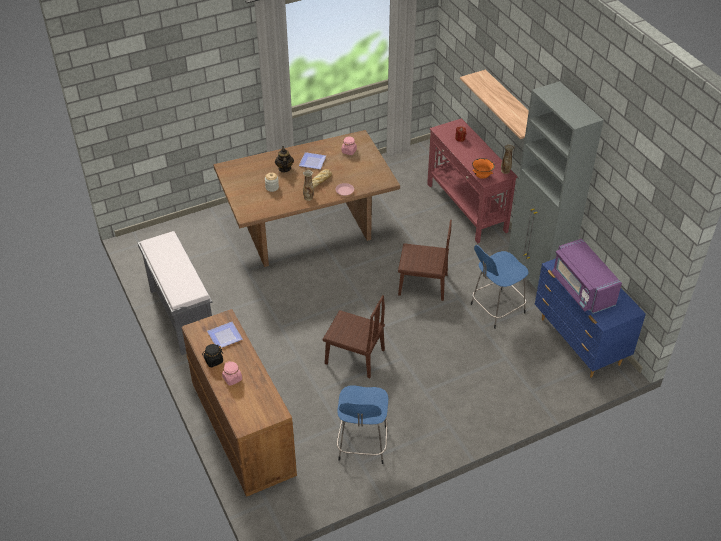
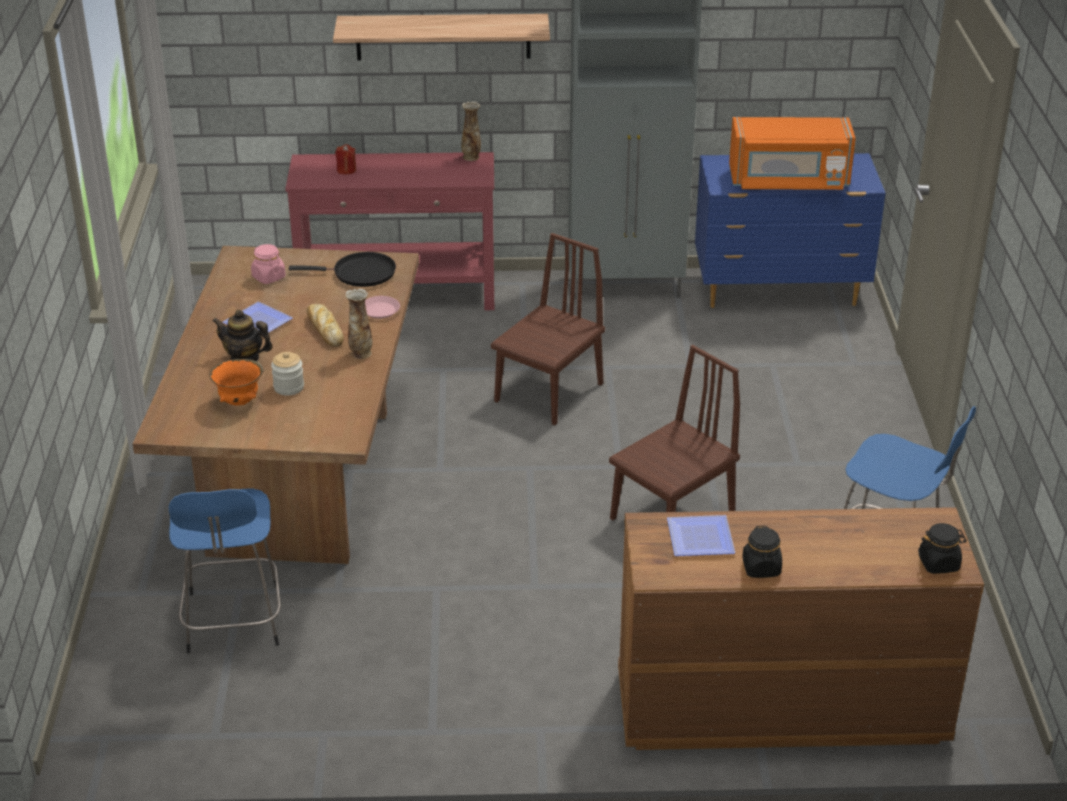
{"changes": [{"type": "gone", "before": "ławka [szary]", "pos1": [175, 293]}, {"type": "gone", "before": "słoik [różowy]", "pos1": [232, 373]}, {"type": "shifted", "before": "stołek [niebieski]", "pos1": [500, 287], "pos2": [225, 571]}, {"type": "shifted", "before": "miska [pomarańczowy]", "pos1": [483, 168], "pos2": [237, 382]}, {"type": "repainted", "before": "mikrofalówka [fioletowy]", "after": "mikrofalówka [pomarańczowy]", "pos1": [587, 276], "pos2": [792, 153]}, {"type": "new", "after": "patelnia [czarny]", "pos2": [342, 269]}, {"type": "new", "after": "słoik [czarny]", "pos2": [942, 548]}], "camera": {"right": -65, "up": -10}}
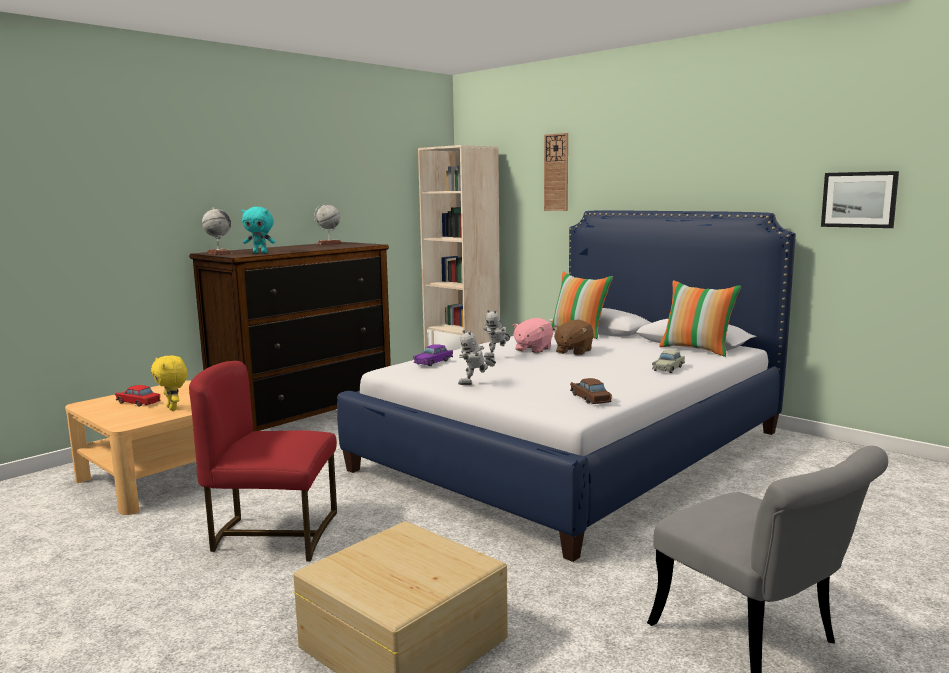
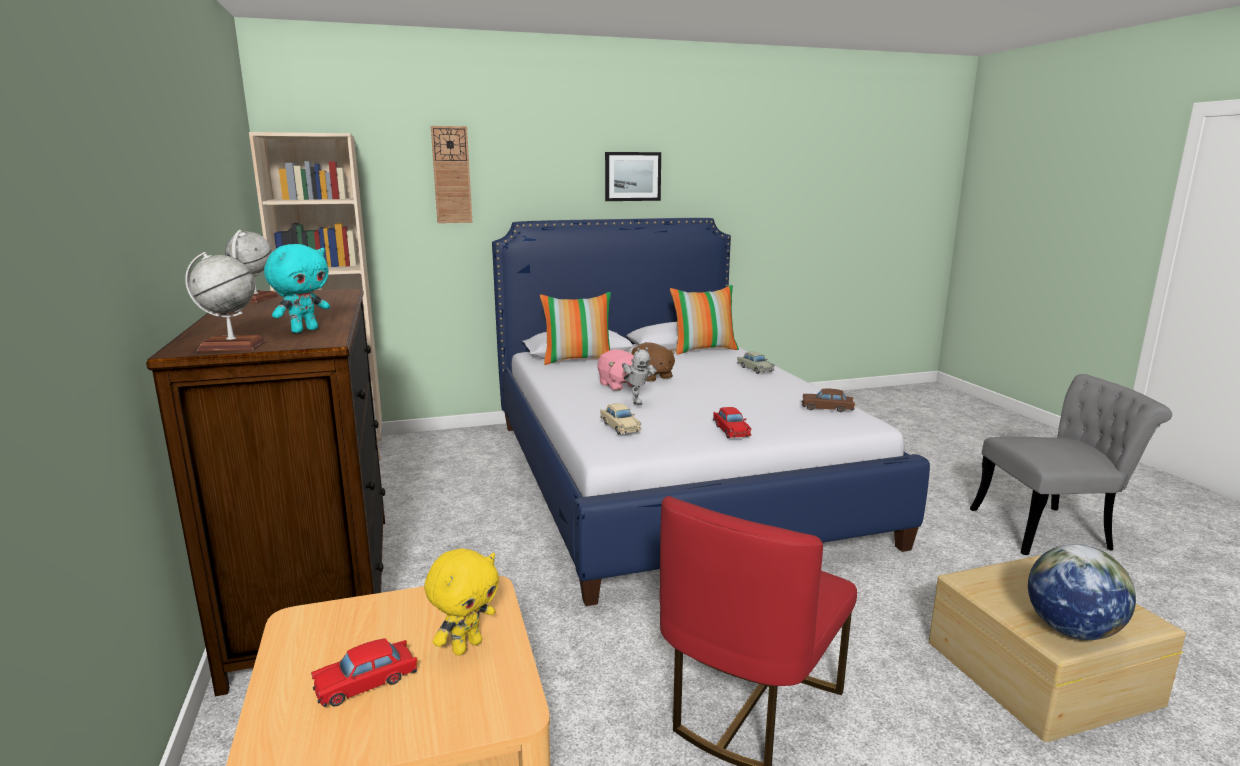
{"changes": [{"type": "rotated", "before": "pluszak [żółty]", "pos1": [169, 383], "pos2": [461, 602], "turn": -45}, {"type": "repainted", "before": "samochodzik [fioletowy]", "after": "samochodzik [beżowy]", "pos1": [433, 355], "pos2": [620, 418]}, {"type": "swapped", "before": "robot zabawkowy", "after": "samochodzik [czerwony]", "pos1": [477, 357], "pos2": [732, 422]}, {"type": "shifted", "before": "obraz", "pos1": [860, 199], "pos2": [633, 176]}, {"type": "new", "after": "globus", "pos2": [1082, 592]}], "camera": {"right": -60, "up": 5}}
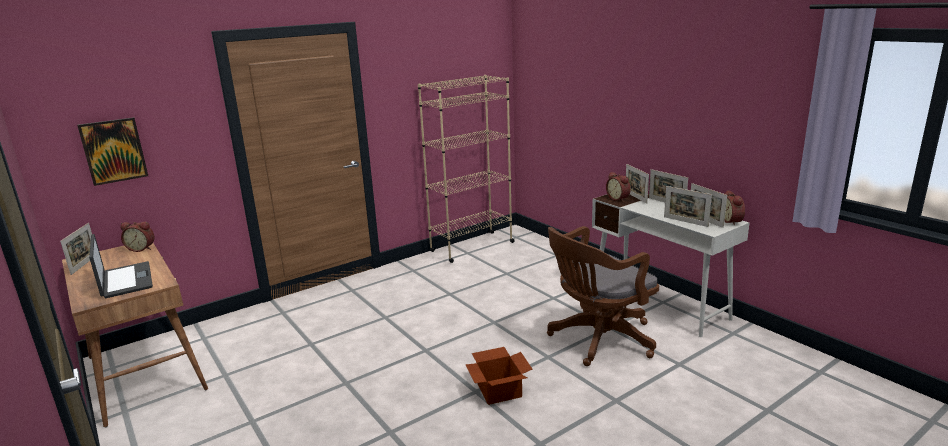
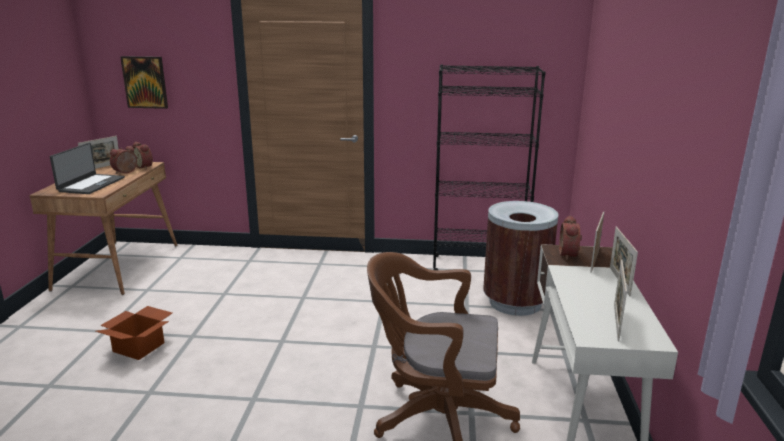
{"changes": [{"type": "repainted", "before": "regał [beżowy]", "after": "regał [czarny]", "pos1": [466, 169], "pos2": [489, 167]}, {"type": "shifted", "before": "karton", "pos1": [499, 376], "pos2": [133, 333]}, {"type": "gone", "before": "ramka na zdjęcie", "pos1": [688, 206]}, {"type": "shifted", "before": "budzik", "pos1": [734, 208], "pos2": [123, 160]}, {"type": "new", "after": "kosz na śmieci [brązowy]", "pos2": [521, 258]}], "camera": {"right": 40, "up": 0}}
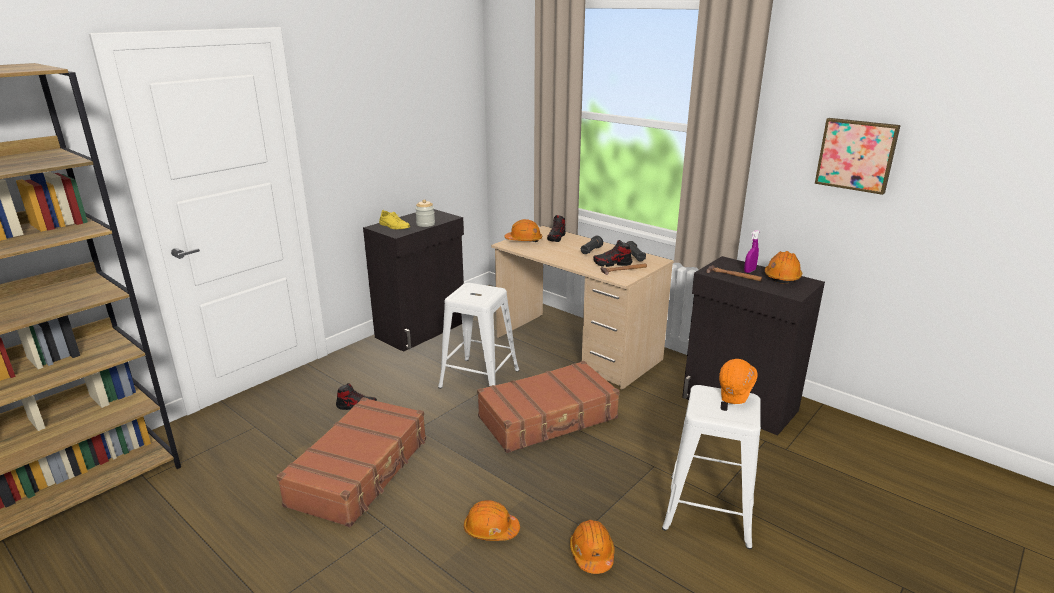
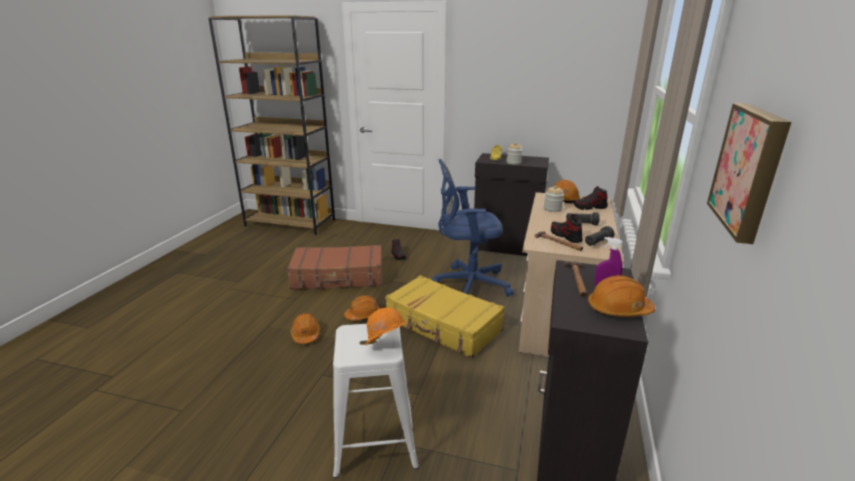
{"changes": [{"type": "swapped", "before": "stołek [biały]", "after": "krzesło biurowe [niebieski]", "pos1": [478, 336], "pos2": [472, 227]}, {"type": "repainted", "before": "walizka [brązowy]", "after": "walizka [żółty]", "pos1": [548, 407], "pos2": [445, 317]}, {"type": "shifted", "before": "kask [pomarańczowy]", "pos1": [592, 547], "pos2": [362, 307]}, {"type": "new", "after": "słoik", "pos2": [554, 199]}], "camera": {"right": 65, "up": 0}}
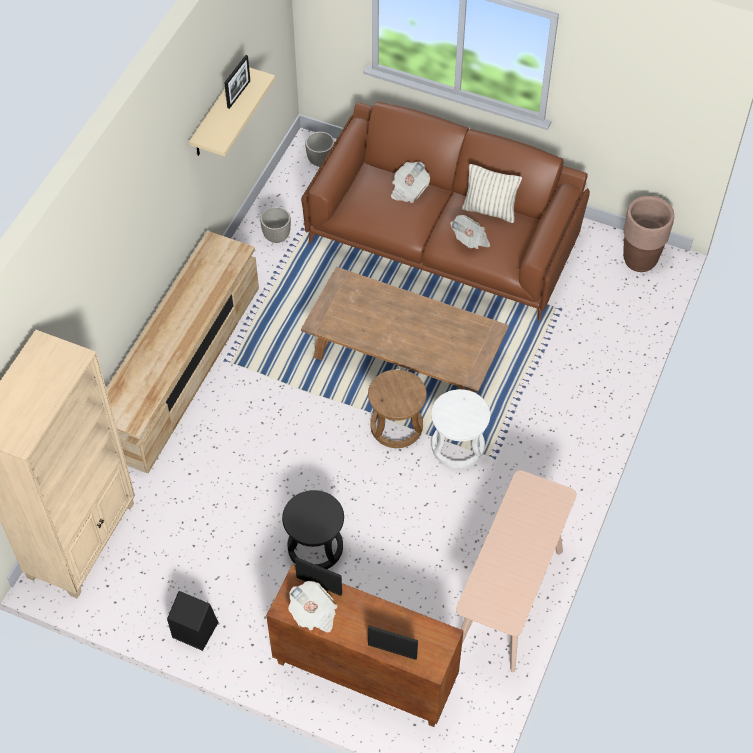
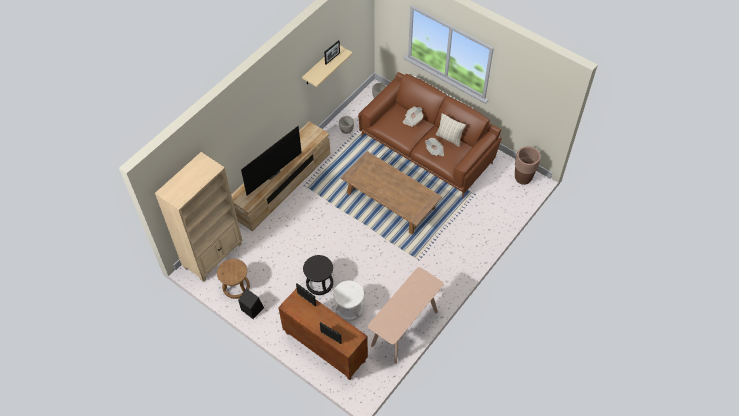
{"changes": [{"type": "gone", "before": "gazeta", "pos1": [312, 607]}, {"type": "shifted", "before": "stołek [brązowy]", "pos1": [397, 408], "pos2": [233, 279]}, {"type": "shifted", "before": "stołek [biały]", "pos1": [460, 429], "pos2": [348, 301]}, {"type": "new", "after": "telewizor", "pos2": [271, 161]}], "camera": {"right": 15, "up": 0}}
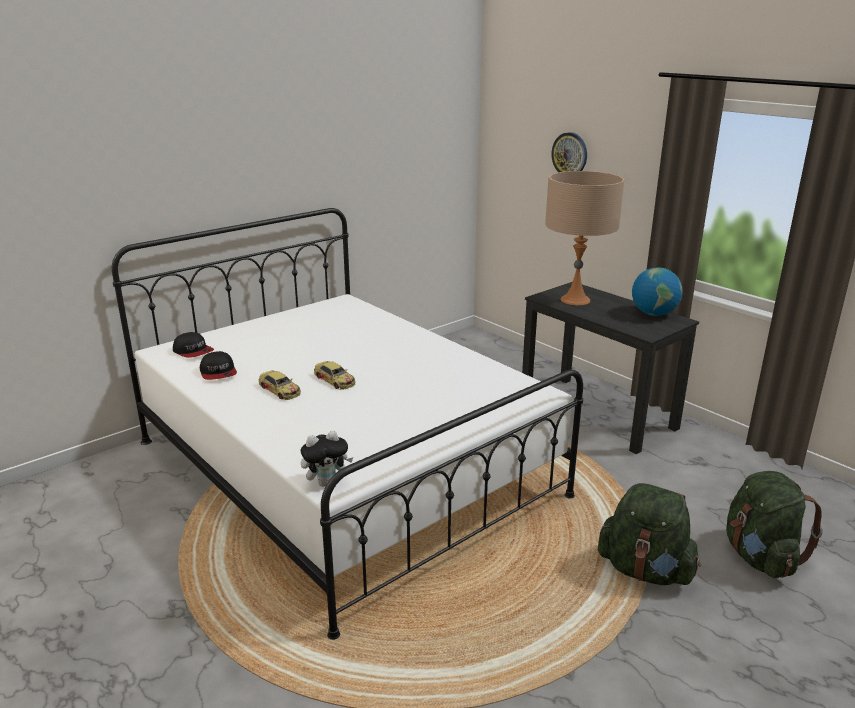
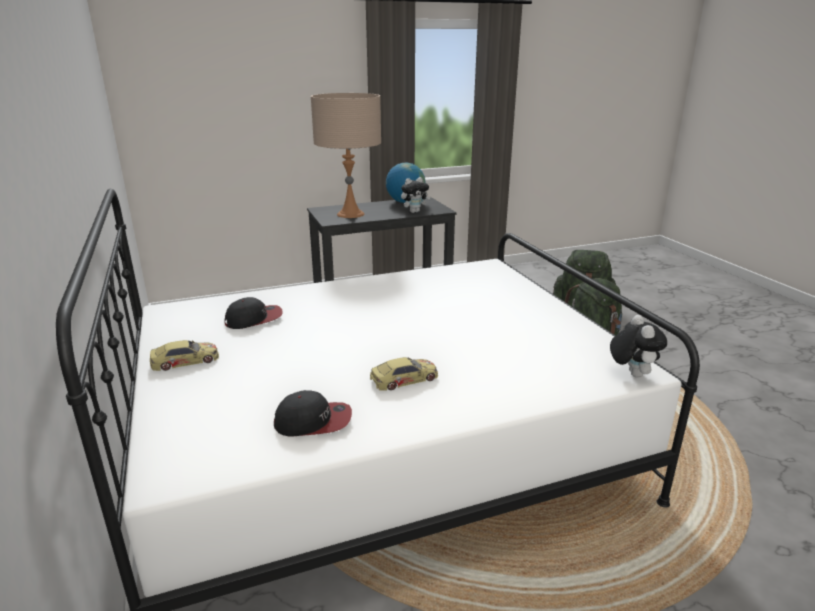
{"changes": [{"type": "shifted", "before": "czapka z daszkiem", "pos1": [193, 345], "pos2": [253, 313]}, {"type": "shifted", "before": "samochodzik", "pos1": [334, 375], "pos2": [184, 355]}, {"type": "gone", "before": "zegar ścienny", "pos1": [569, 152]}, {"type": "new", "after": "pluszak", "pos2": [415, 195]}], "camera": {"right": -70, "up": 0}}
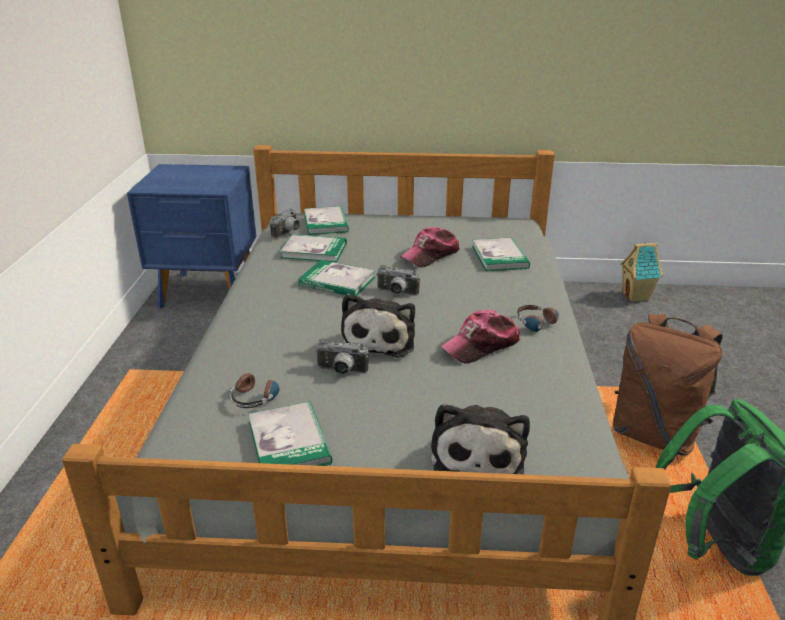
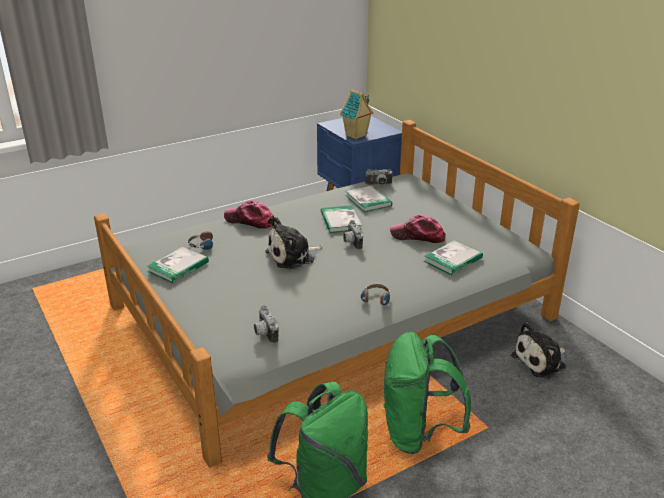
{"changes": [{"type": "gone", "before": "książka", "pos1": [326, 220]}, {"type": "shifted", "before": "aparat fotograficzny", "pos1": [342, 356], "pos2": [266, 324]}, {"type": "shifted", "before": "pluszak", "pos1": [480, 439], "pos2": [538, 350]}, {"type": "shifted", "before": "czapka z daszkiem", "pos1": [480, 337], "pos2": [249, 215]}, {"type": "repainted", "before": "plecak [brązowy]", "after": "plecak [zielony]", "pos1": [668, 385], "pos2": [427, 393]}, {"type": "shifted", "before": "domek", "pos1": [641, 272], "pos2": [356, 115]}], "camera": {"right": 55, "up": 0}}
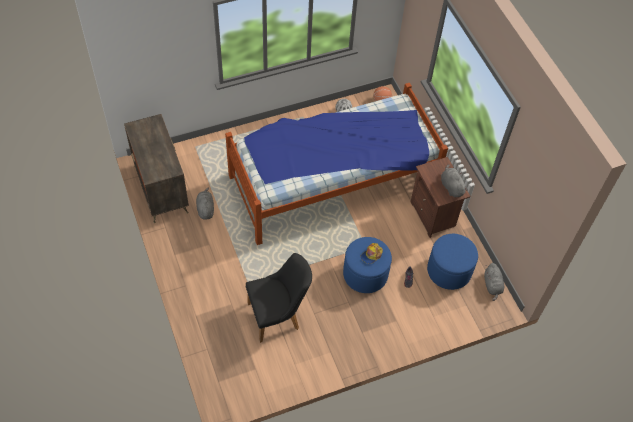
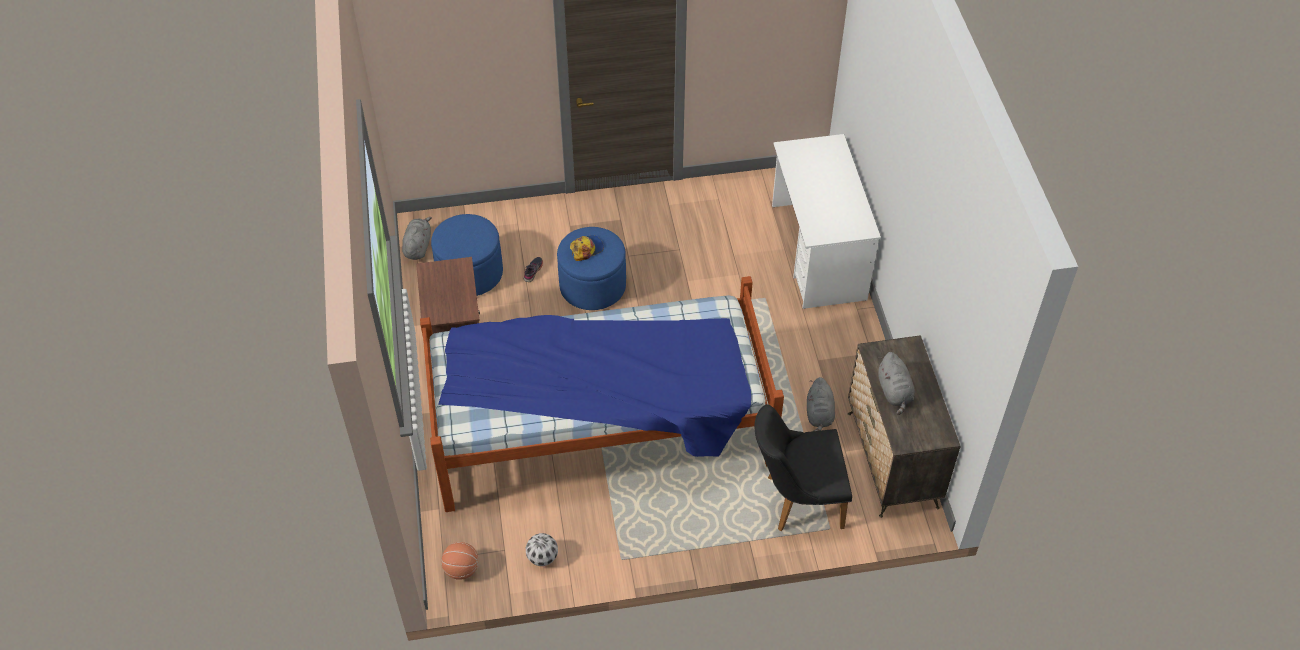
{"changes": [{"type": "shifted", "before": "krzesło [czarny]", "pos1": [279, 298], "pos2": [803, 467]}, {"type": "shifted", "before": "pluszak [szary]", "pos1": [454, 180], "pos2": [896, 383]}, {"type": "new", "after": "biurko [biały]", "pos2": [826, 221]}], "camera": {"right": -165, "up": -5}}
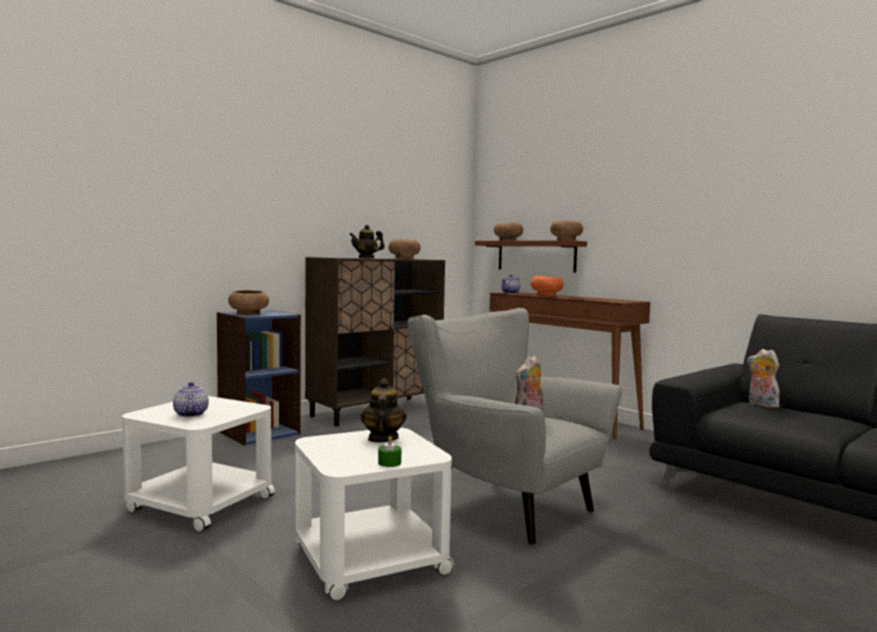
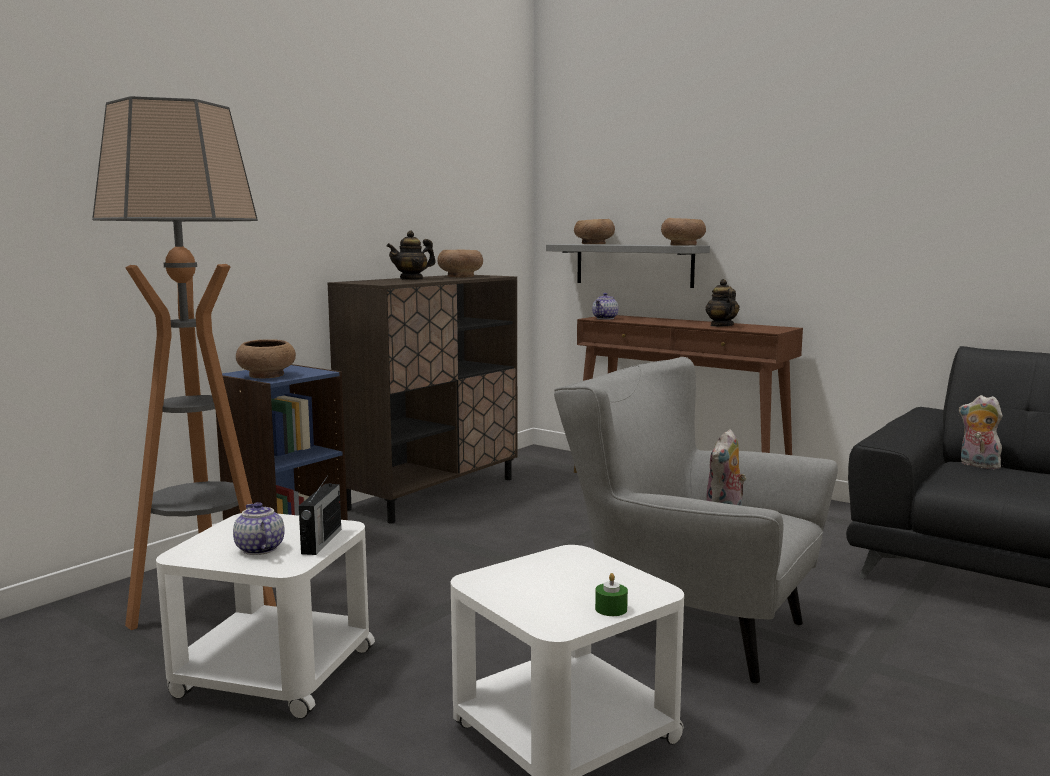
{"changes": [{"type": "shifted", "before": "imbryk", "pos1": [383, 410], "pos2": [722, 303]}, {"type": "repainted", "before": "półka [brązowy]", "after": "półka [szary]", "pos1": [531, 256], "pos2": [628, 266]}, {"type": "gone", "before": "miska [pomarańczowy]", "pos1": [547, 286]}, {"type": "new", "after": "lampa stojąca", "pos2": [184, 363]}, {"type": "new", "after": "radio", "pos2": [320, 514]}], "camera": {"right": -10, "up": 5}}
